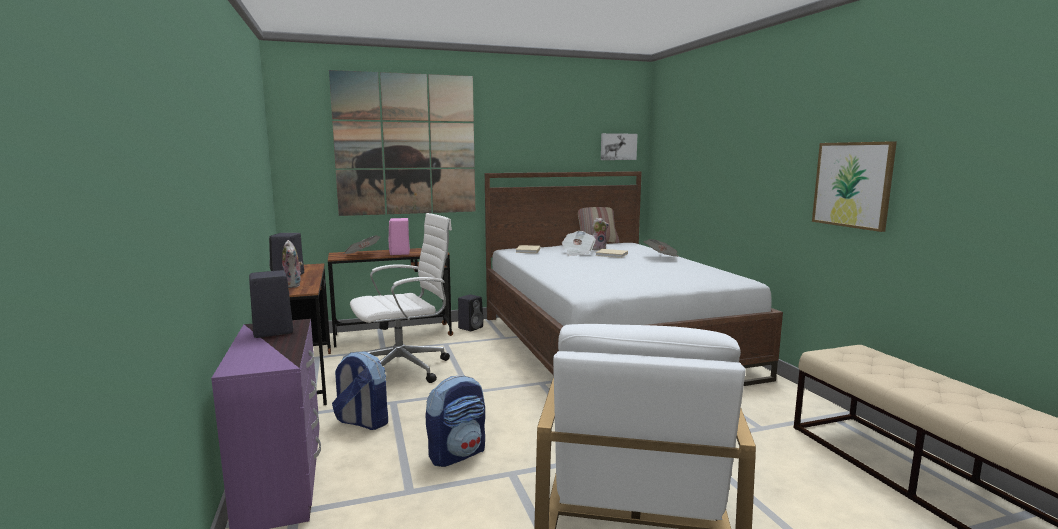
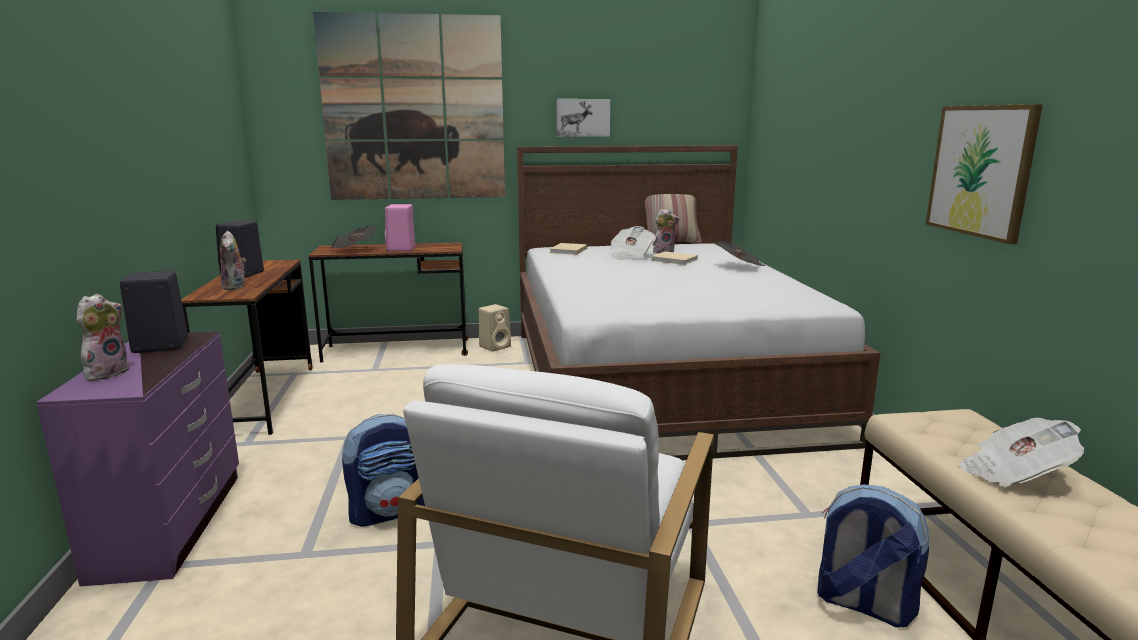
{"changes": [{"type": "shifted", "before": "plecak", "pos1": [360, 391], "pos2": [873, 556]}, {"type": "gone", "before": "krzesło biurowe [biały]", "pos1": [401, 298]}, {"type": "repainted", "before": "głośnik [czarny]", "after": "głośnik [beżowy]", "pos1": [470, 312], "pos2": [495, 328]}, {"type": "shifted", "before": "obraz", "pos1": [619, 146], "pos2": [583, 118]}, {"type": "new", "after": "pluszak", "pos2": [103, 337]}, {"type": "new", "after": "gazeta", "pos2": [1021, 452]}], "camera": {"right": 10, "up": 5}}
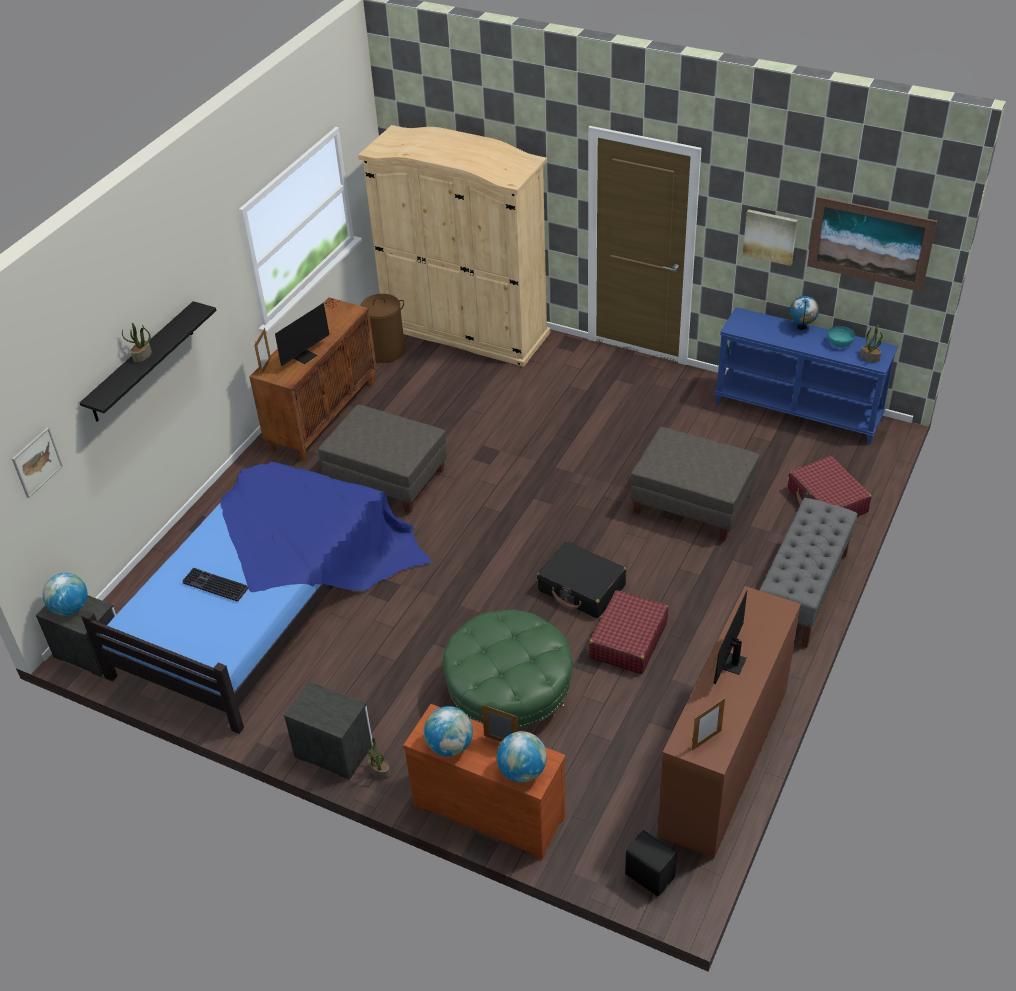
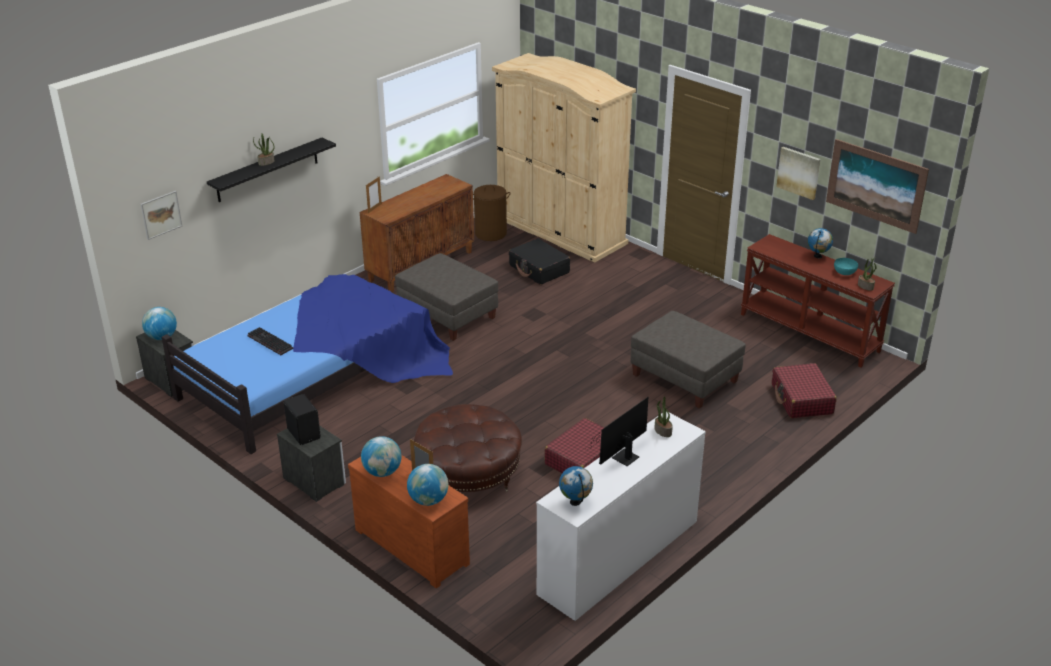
{"changes": [{"type": "gone", "before": "monitor", "pos1": [306, 332]}, {"type": "shifted", "before": "roślina doniczkowa", "pos1": [378, 758], "pos2": [663, 417]}, {"type": "repainted", "before": "pufa [zielony]", "after": "pufa [brązowy]", "pos1": [508, 668], "pos2": [468, 448]}, {"type": "shifted", "before": "walizka [czarny]", "pos1": [581, 579], "pos2": [539, 261]}, {"type": "shifted", "before": "głośnik [czarny]", "pos1": [651, 863], "pos2": [302, 419]}, {"type": "repainted", "before": "komoda [brązowy]", "after": "komoda [biały]", "pos1": [729, 722], "pos2": [621, 516]}, {"type": "swapped", "before": "ramka na zdjęcie", "after": "globus", "pos1": [708, 724], "pos2": [576, 486]}, {"type": "repainted", "before": "stolik konsolowy [niebieski]", "after": "stolik konsolowy [brązowy]", "pos1": [806, 376], "pos2": [818, 301]}, {"type": "gone", "before": "ławka [szary]", "pos1": [808, 573]}], "camera": {"right": 15, "up": -10}}
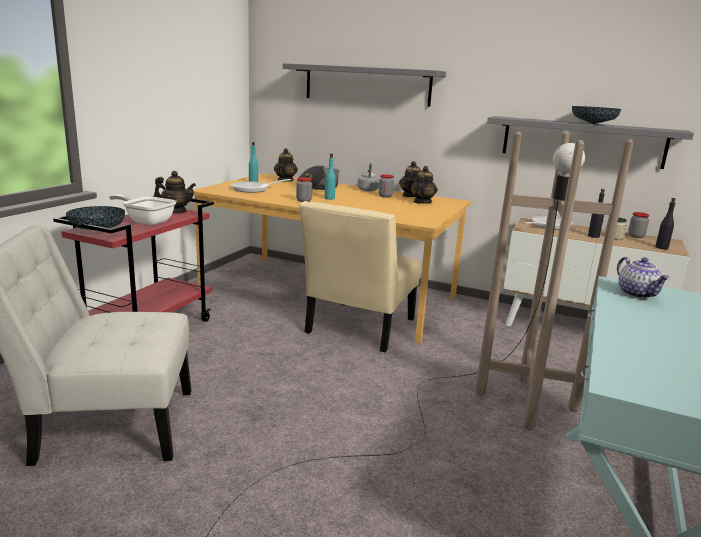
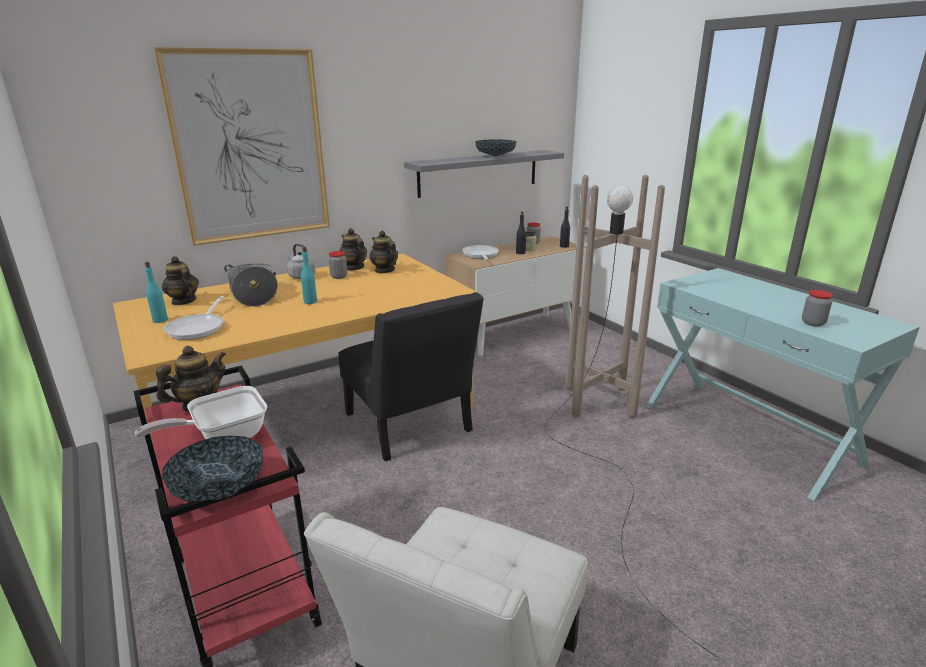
{"changes": [{"type": "swapped", "before": "półka [szary]", "after": "obraz", "pos1": [364, 85], "pos2": [241, 146]}, {"type": "shifted", "before": "słoik", "pos1": [304, 189], "pos2": [817, 308]}, {"type": "repainted", "before": "krzesło [beżowy]", "after": "krzesło [czarny]", "pos1": [360, 276], "pos2": [411, 376]}, {"type": "gone", "before": "imbryk", "pos1": [643, 278]}], "camera": {"right": -55, "up": 5}}
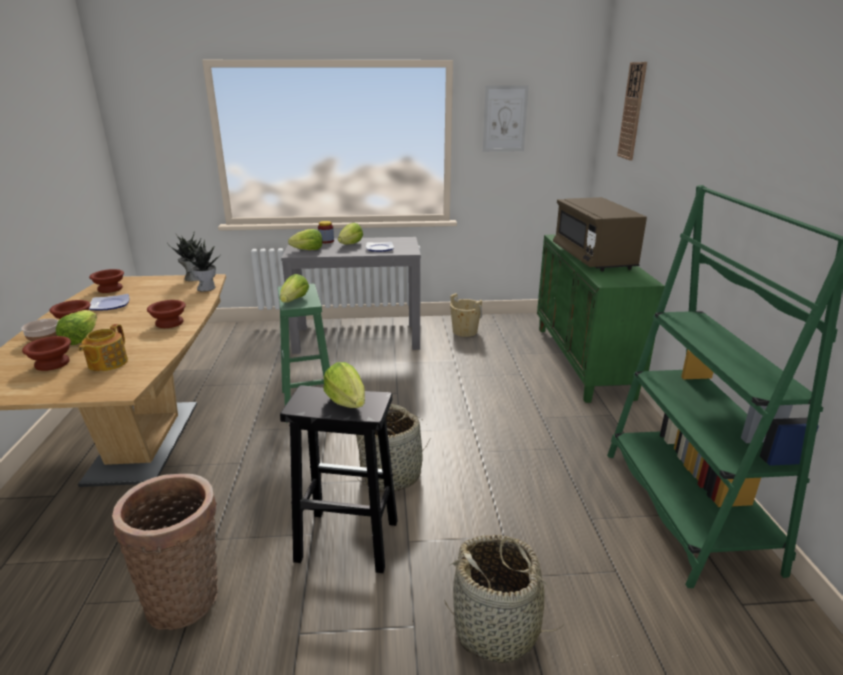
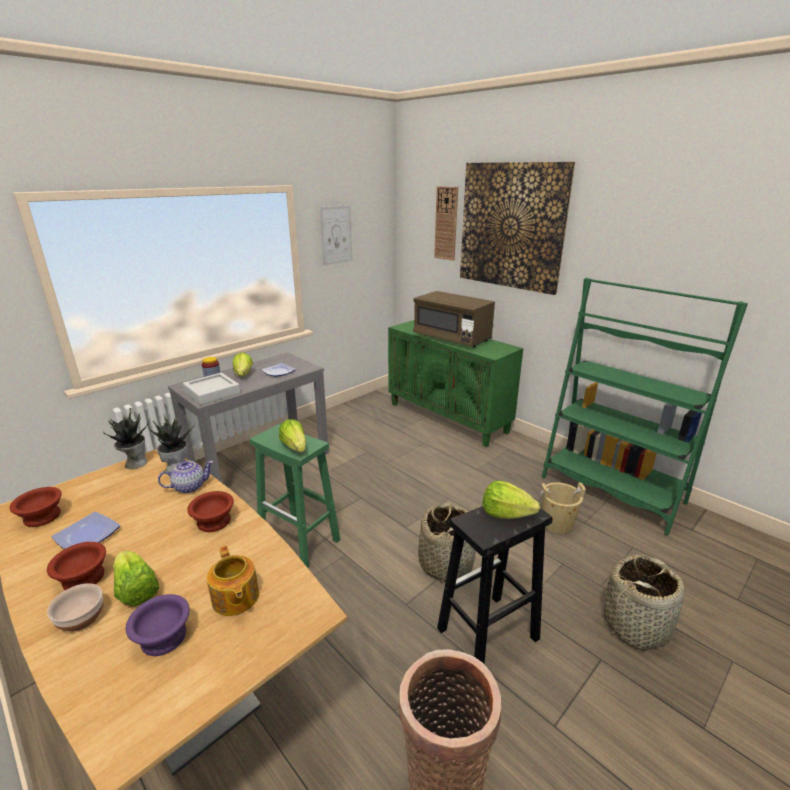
{"changes": [{"type": "repainted", "before": "miska [brązowy]", "after": "miska [fioletowy]", "pos1": [46, 353], "pos2": [158, 625]}, {"type": "swapped", "before": "sałata", "after": "taca [szary]", "pos1": [305, 239], "pos2": [211, 389]}, {"type": "shifted", "before": "wiadro [beżowy]", "pos1": [466, 315], "pos2": [562, 507]}, {"type": "new", "after": "imbryk", "pos2": [185, 476]}, {"type": "new", "after": "obraz", "pos2": [517, 228]}], "camera": {"right": -40, "up": 0}}
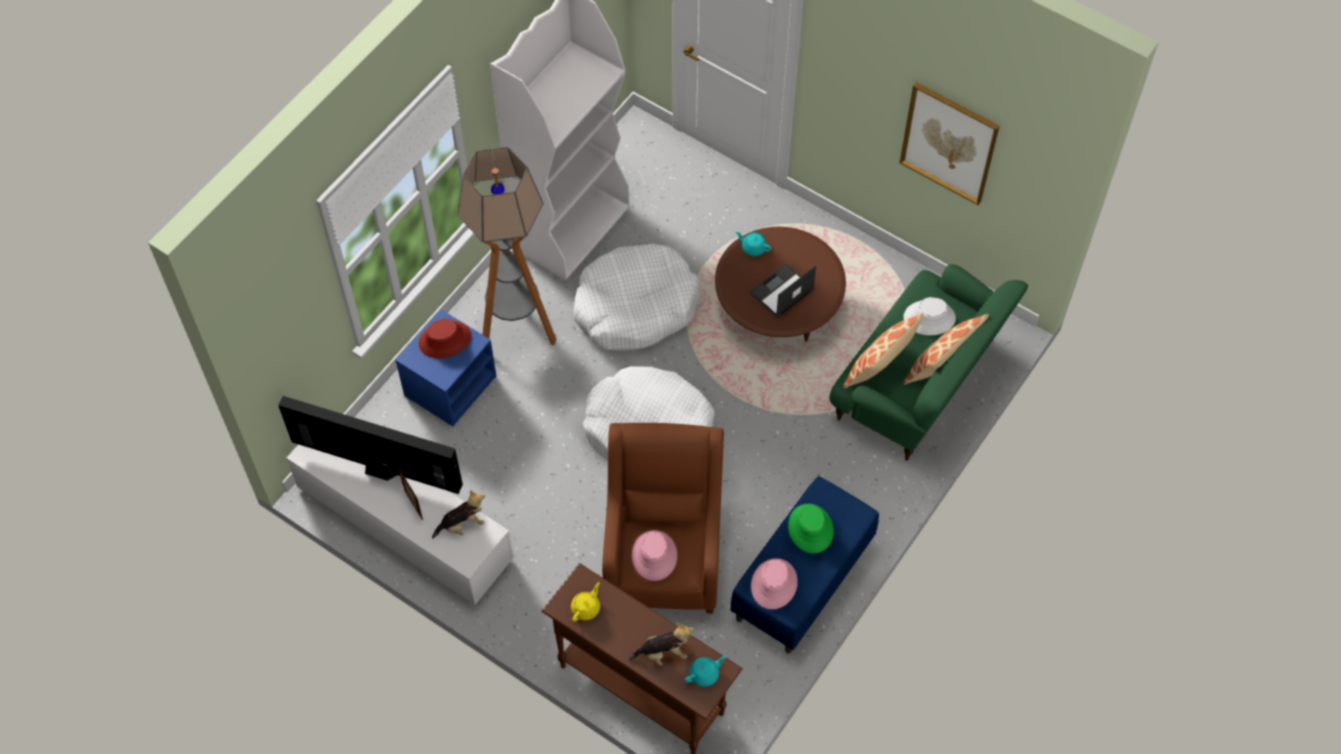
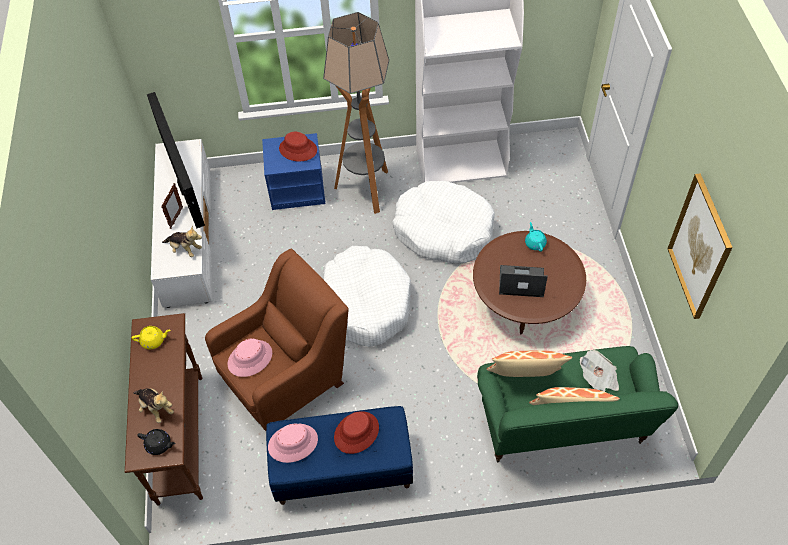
{"changes": [{"type": "repainted", "before": "imbryk [turkusowy]", "after": "imbryk [czarny]", "pos1": [705, 671], "pos2": [156, 442]}, {"type": "repainted", "before": "kapelusz [zielony]", "after": "kapelusz [czerwony]", "pos1": [811, 528], "pos2": [356, 432]}, {"type": "swapped", "before": "kapelusz [biały]", "after": "gazeta", "pos1": [929, 316], "pos2": [599, 371]}], "camera": {"right": 50, "up": -5}}
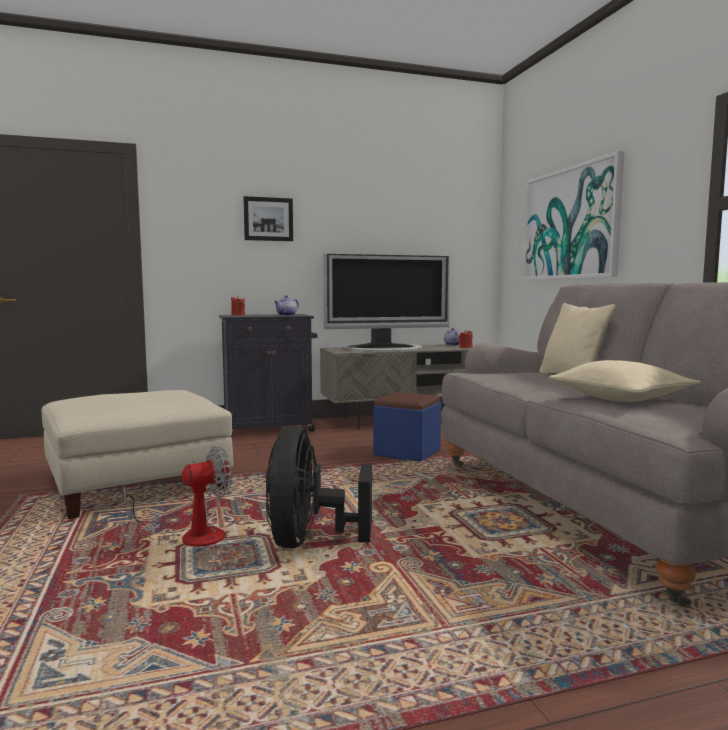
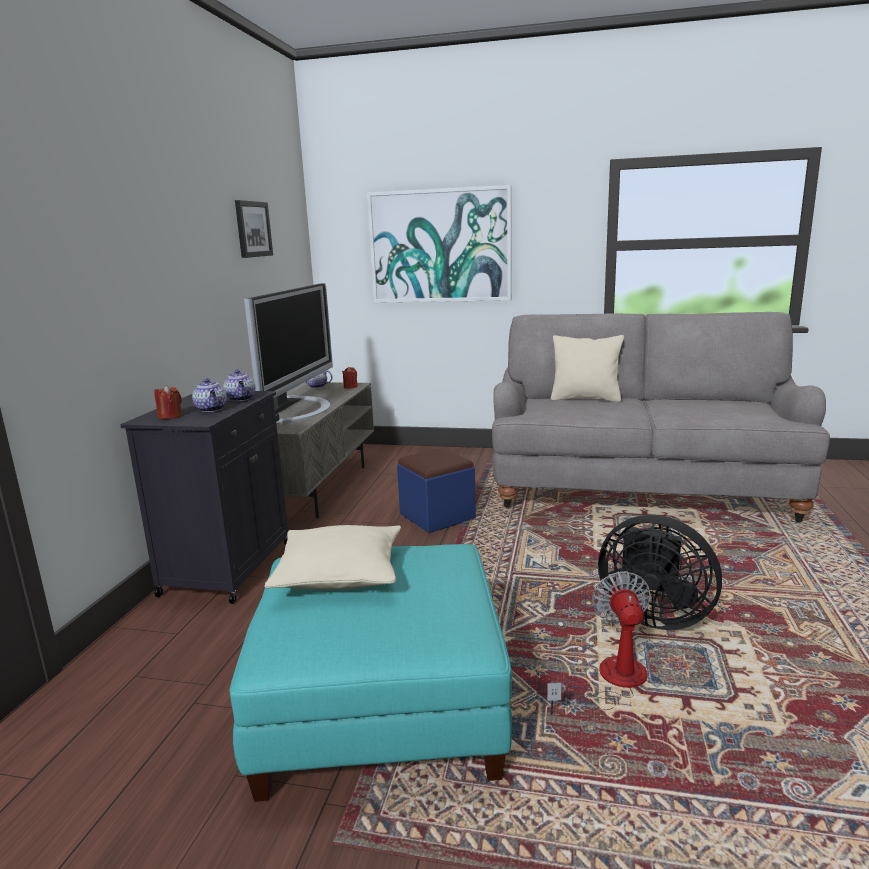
{"changes": [{"type": "repainted", "before": "pufa [beżowy]", "after": "pufa [turkusowy]", "pos1": [137, 454], "pos2": [370, 673]}, {"type": "shifted", "before": "obraz", "pos1": [268, 218], "pos2": [254, 229]}, {"type": "shifted", "before": "poduszka [beżowy]", "pos1": [625, 381], "pos2": [333, 557]}, {"type": "new", "after": "imbryk", "pos2": [209, 395]}], "camera": {"right": -60, "up": 10}}
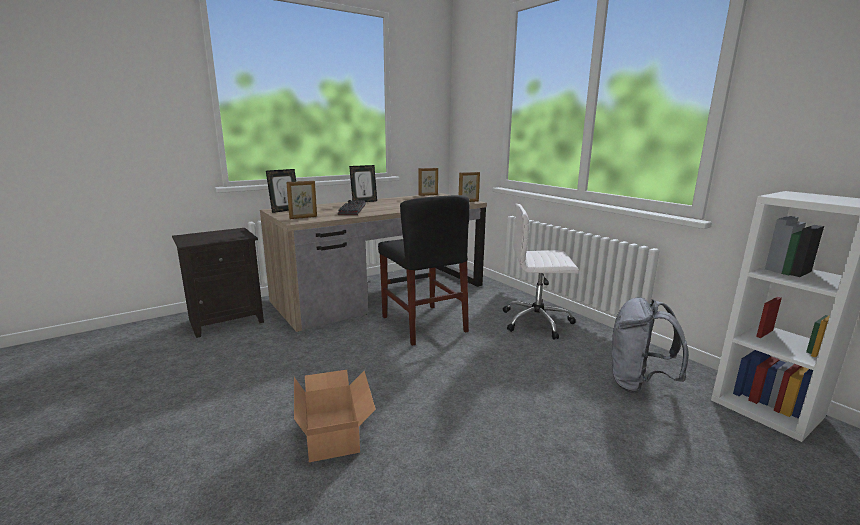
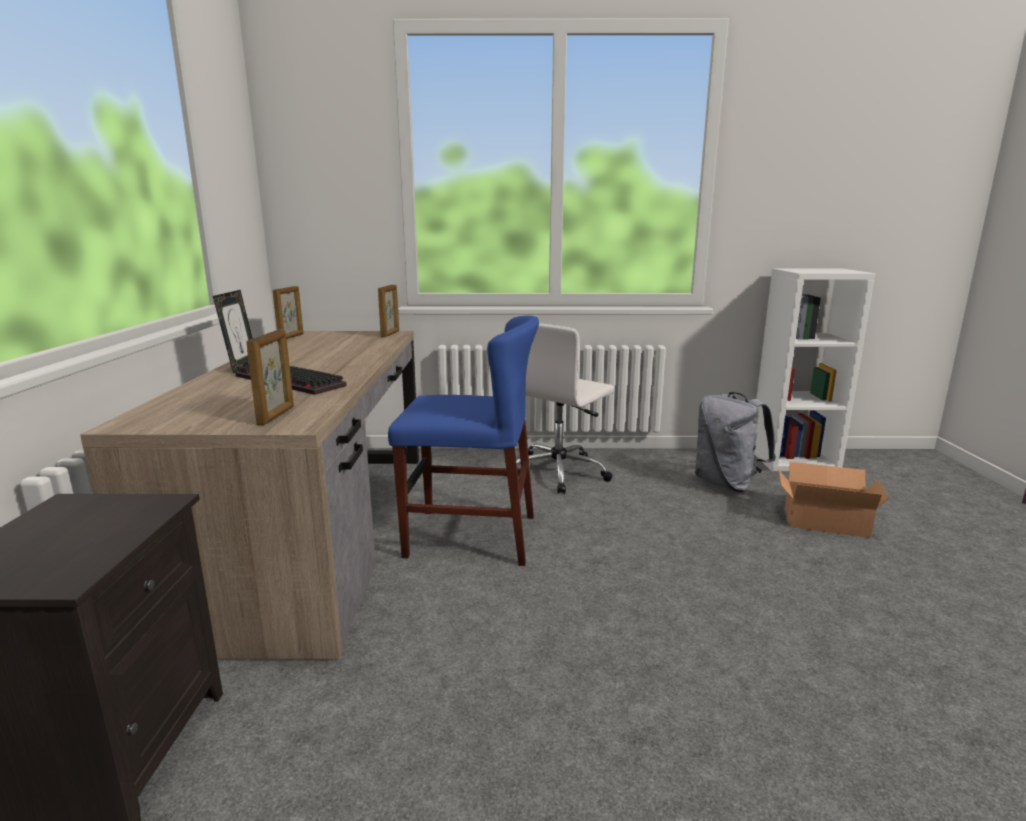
{"changes": [{"type": "gone", "before": "ramka na zdjęcie", "pos1": [281, 191]}, {"type": "shifted", "before": "karton", "pos1": [335, 416], "pos2": [834, 500]}, {"type": "repainted", "before": "krzesło [czarny]", "after": "krzesło [niebieski]", "pos1": [424, 270], "pos2": [463, 441]}], "camera": {"right": -55, "up": 0}}
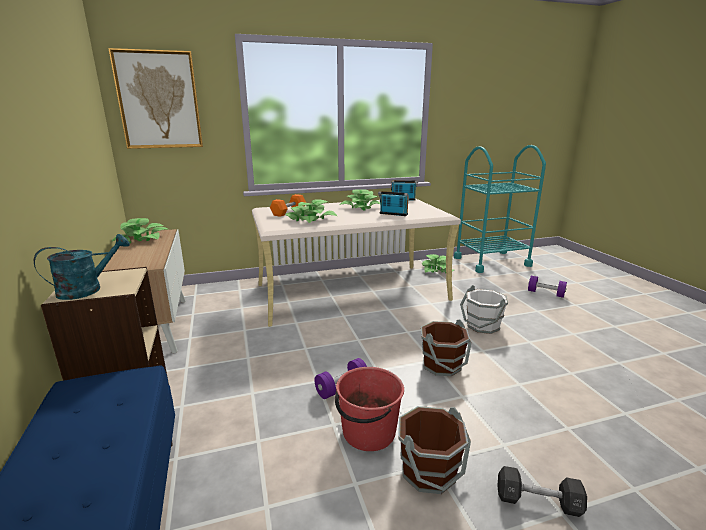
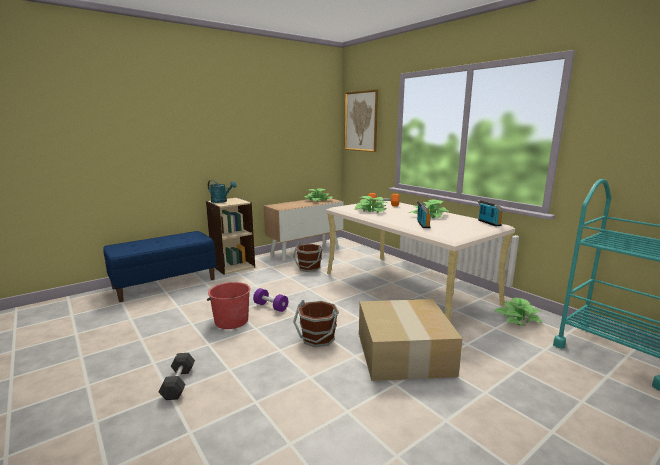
{"changes": [{"type": "shifted", "before": "wiadro [brązowy]", "pos1": [434, 450], "pos2": [308, 257]}, {"type": "swapped", "before": "wiadro [biały]", "after": "karton", "pos1": [484, 309], "pos2": [411, 340]}, {"type": "gone", "before": "hantel [fioletowy]", "pos1": [547, 287]}], "camera": {"right": 70, "up": -5}}
